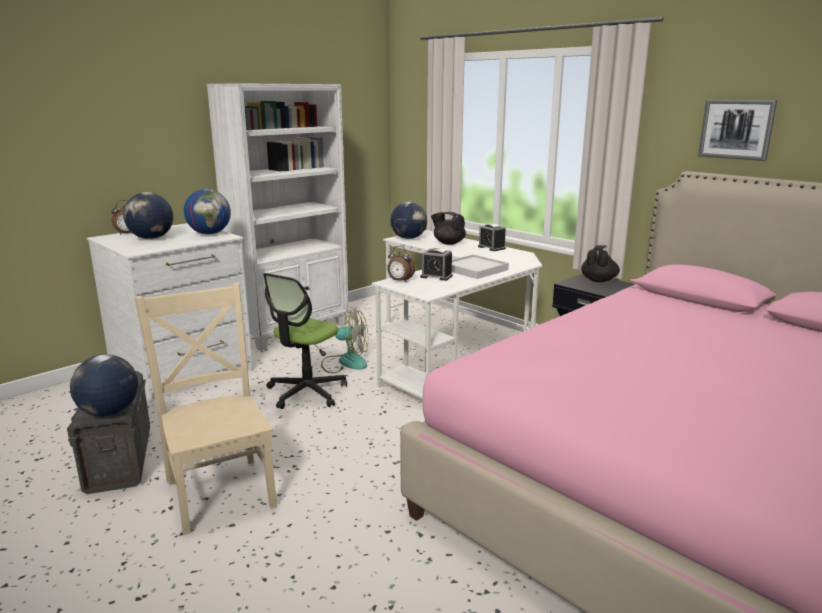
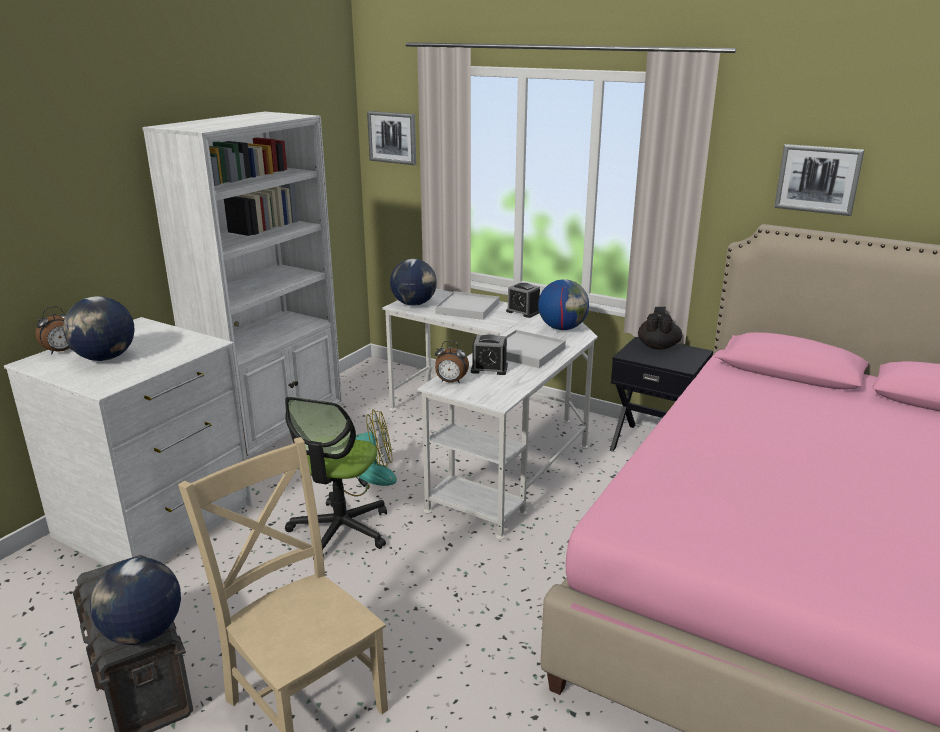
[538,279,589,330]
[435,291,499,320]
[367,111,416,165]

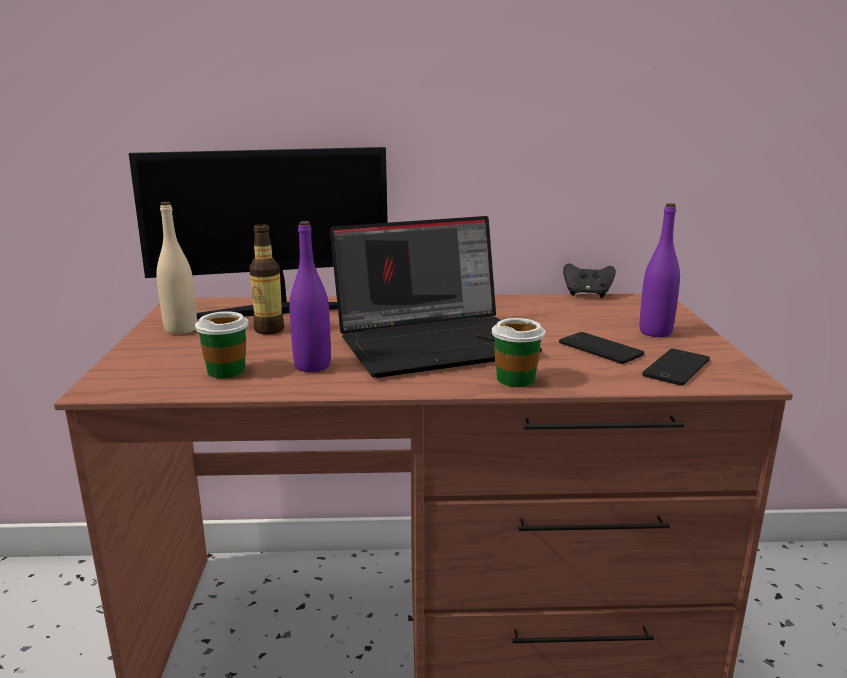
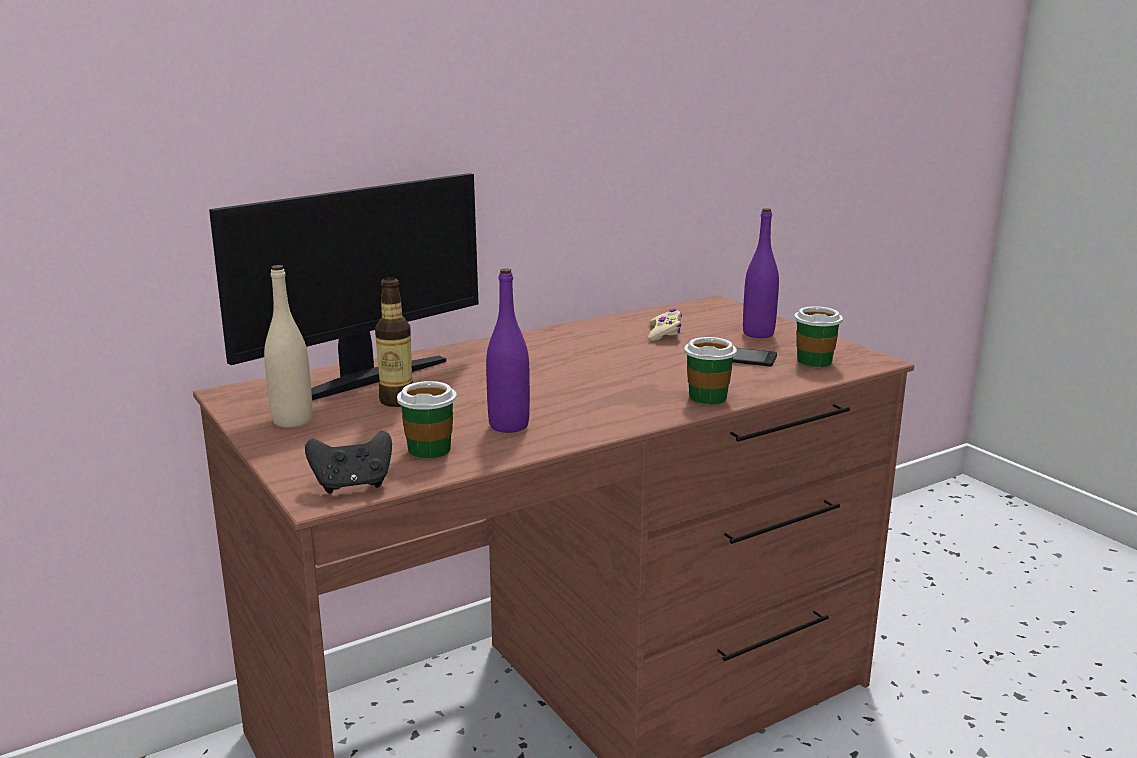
[330,216,542,378] (first image)
[305,431,392,494]
[794,306,843,367]
[648,309,682,341]

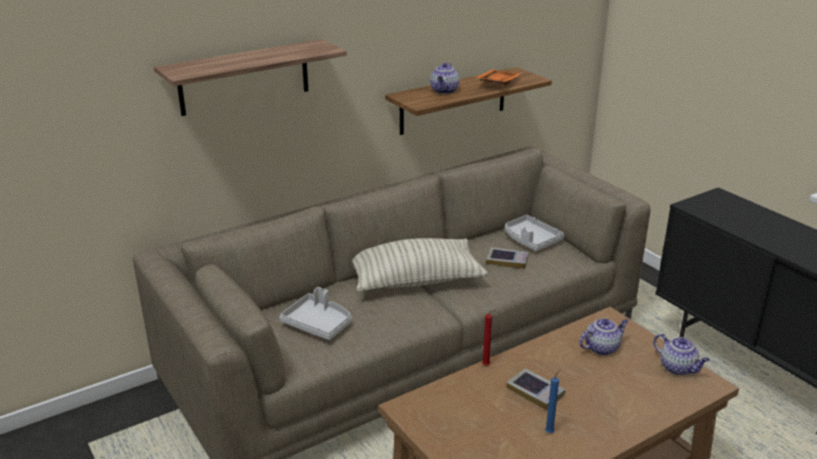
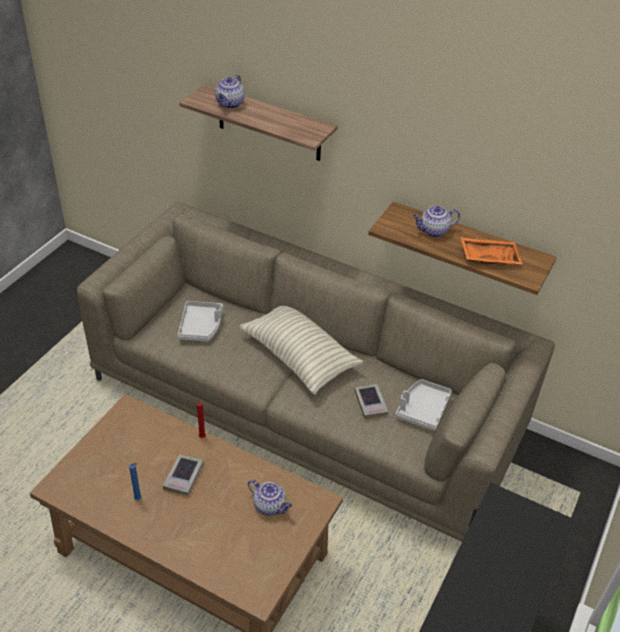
[215,75,245,109]

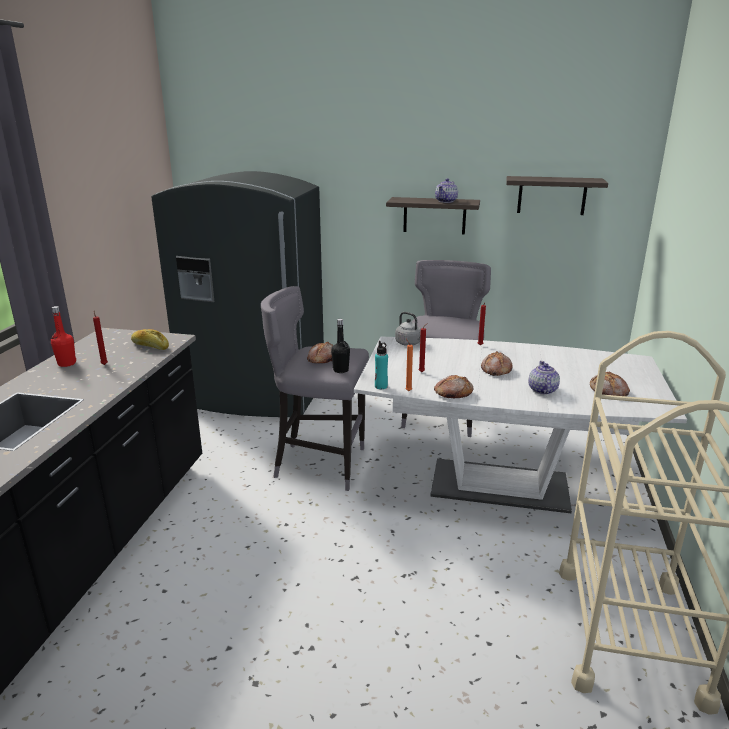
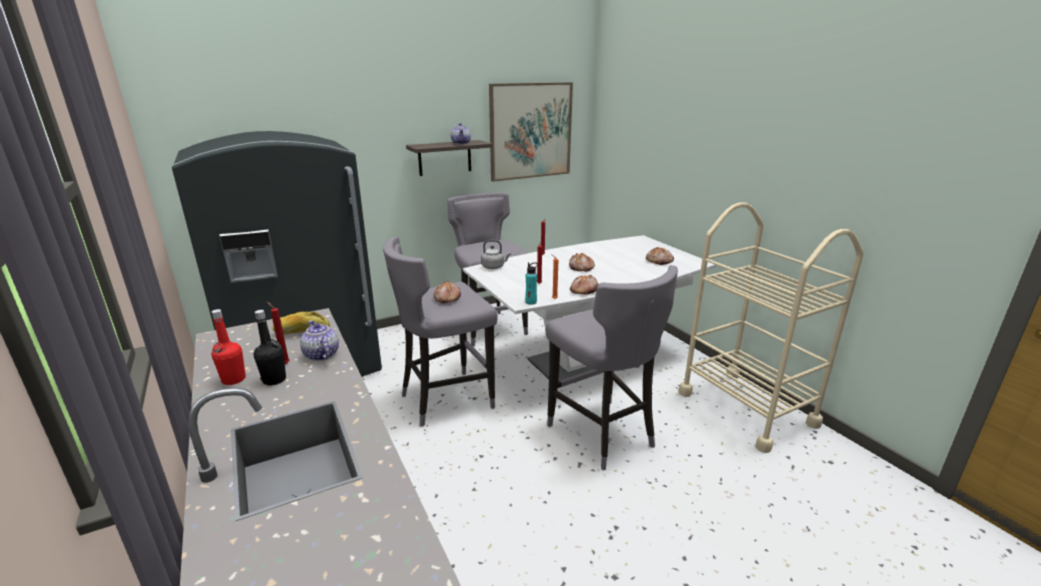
[489,82,573,182]
[254,310,286,385]
[300,320,339,361]
[546,265,678,470]

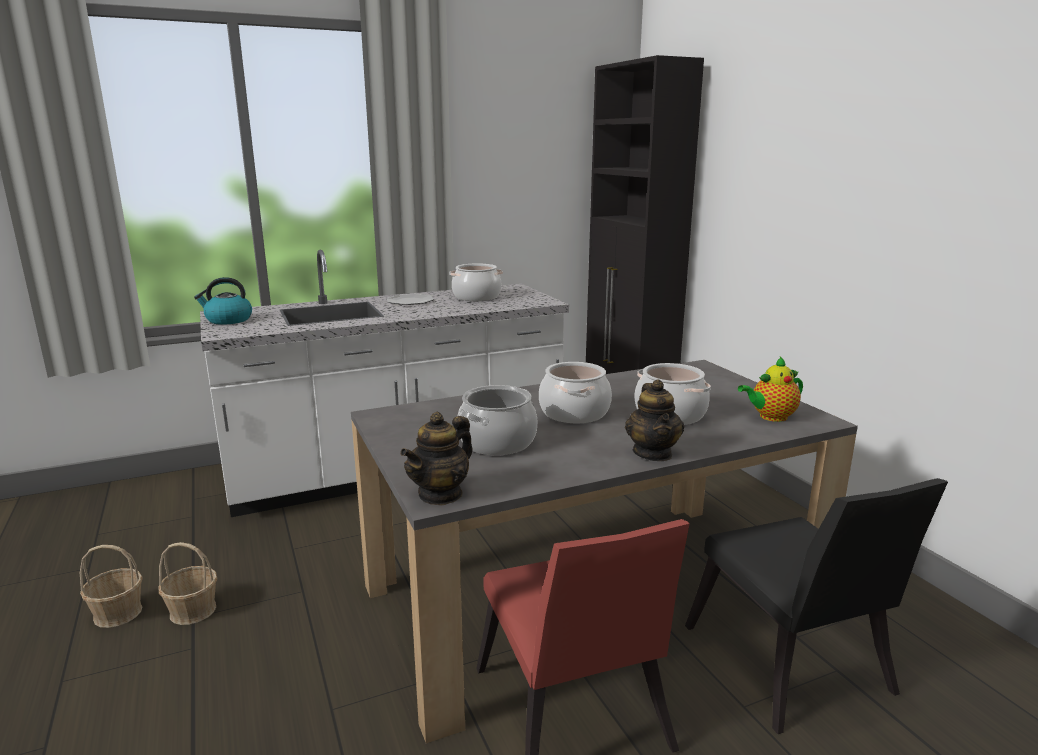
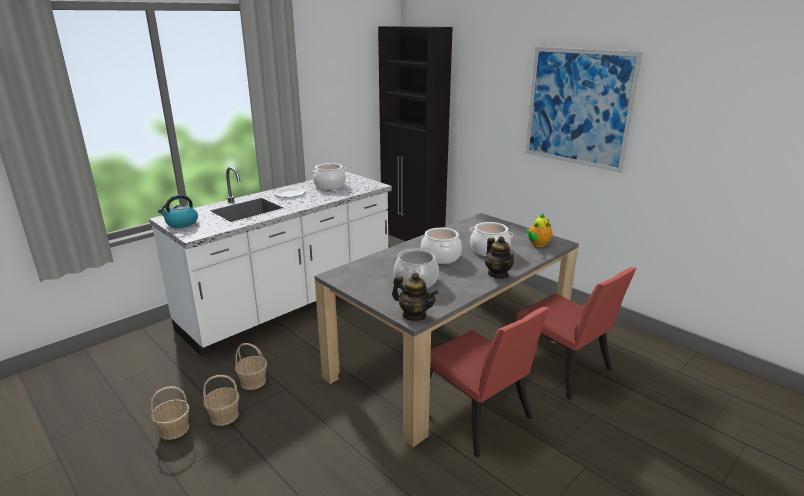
[392,273,438,321]
[517,267,636,400]
[525,47,643,173]
[235,343,267,390]

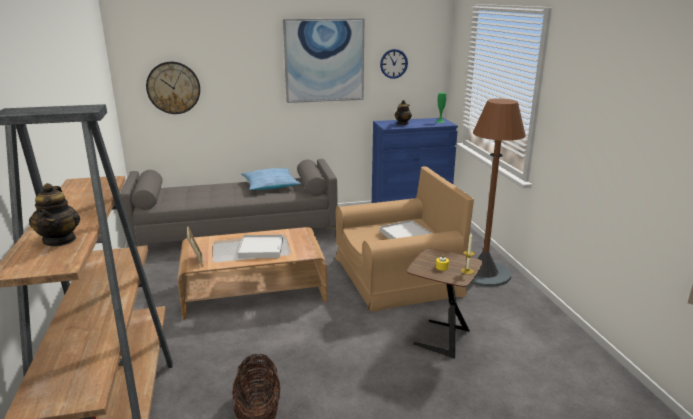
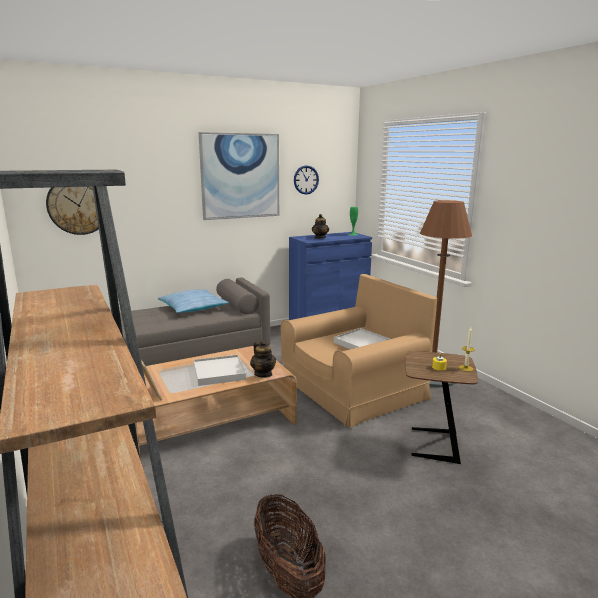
[250,340,276,378]

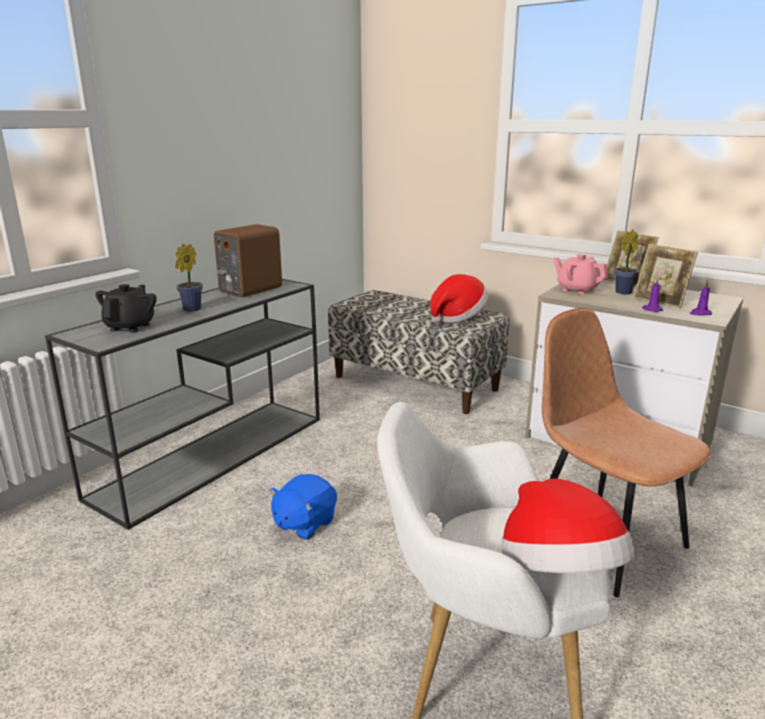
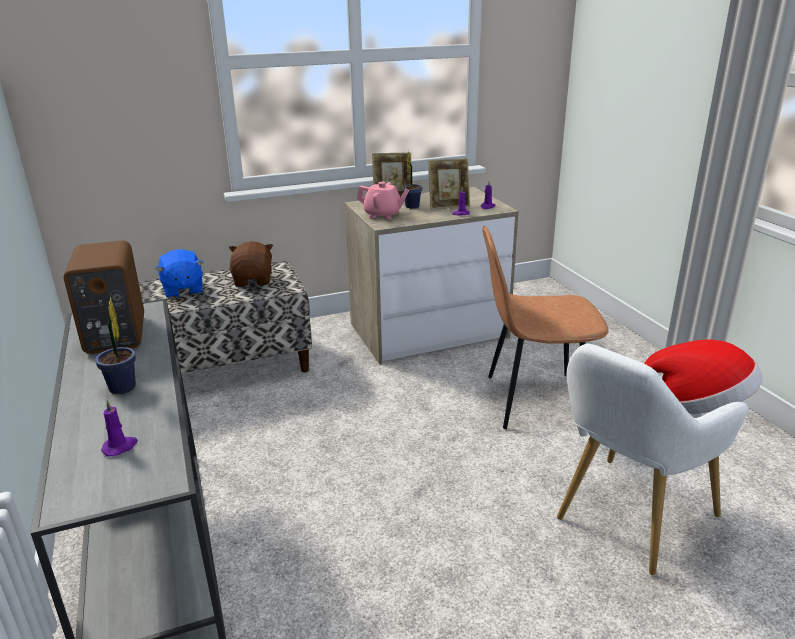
[357,182,409,219]
[229,241,273,287]
[101,400,138,457]
[155,249,204,298]

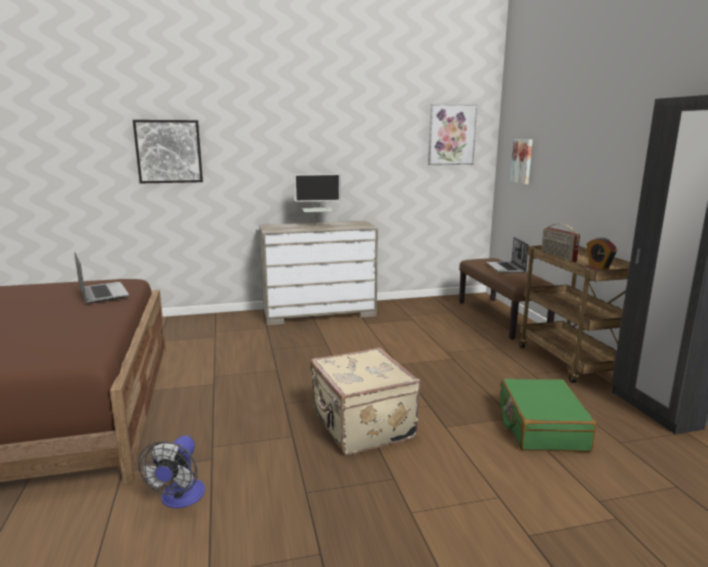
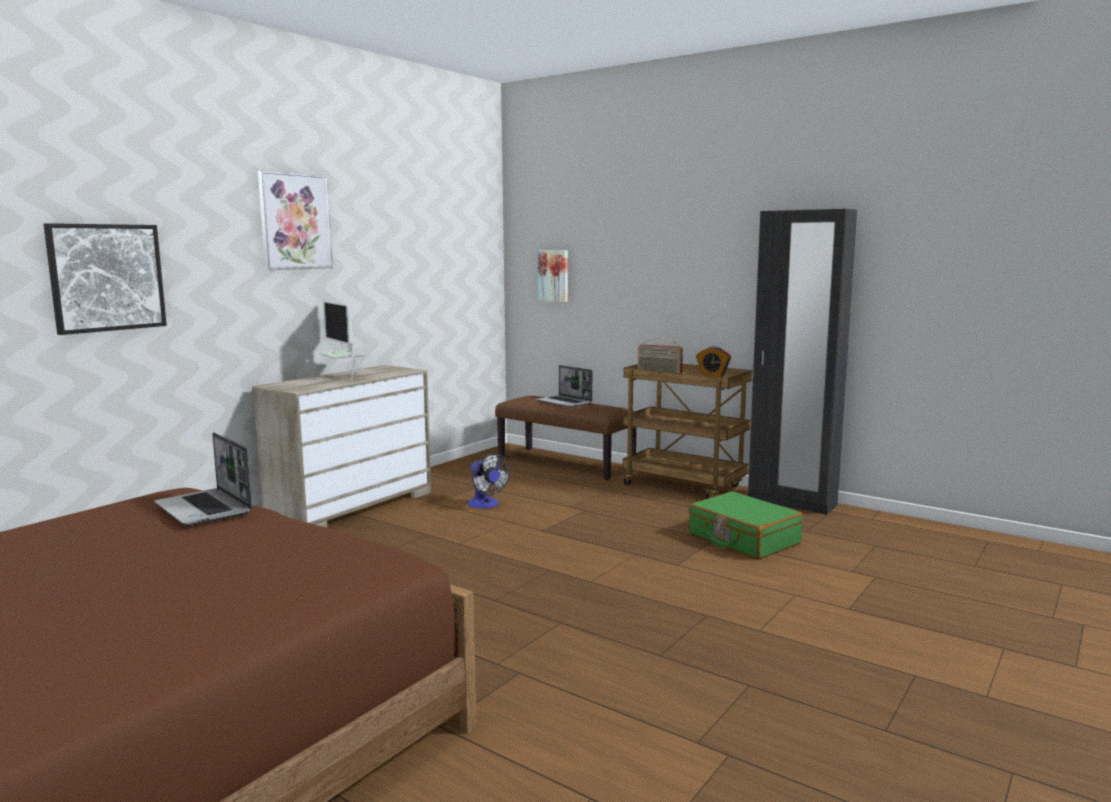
[258,171,333,270]
[318,301,365,380]
[154,432,252,525]
[311,348,420,455] (first image)
[468,453,510,509]

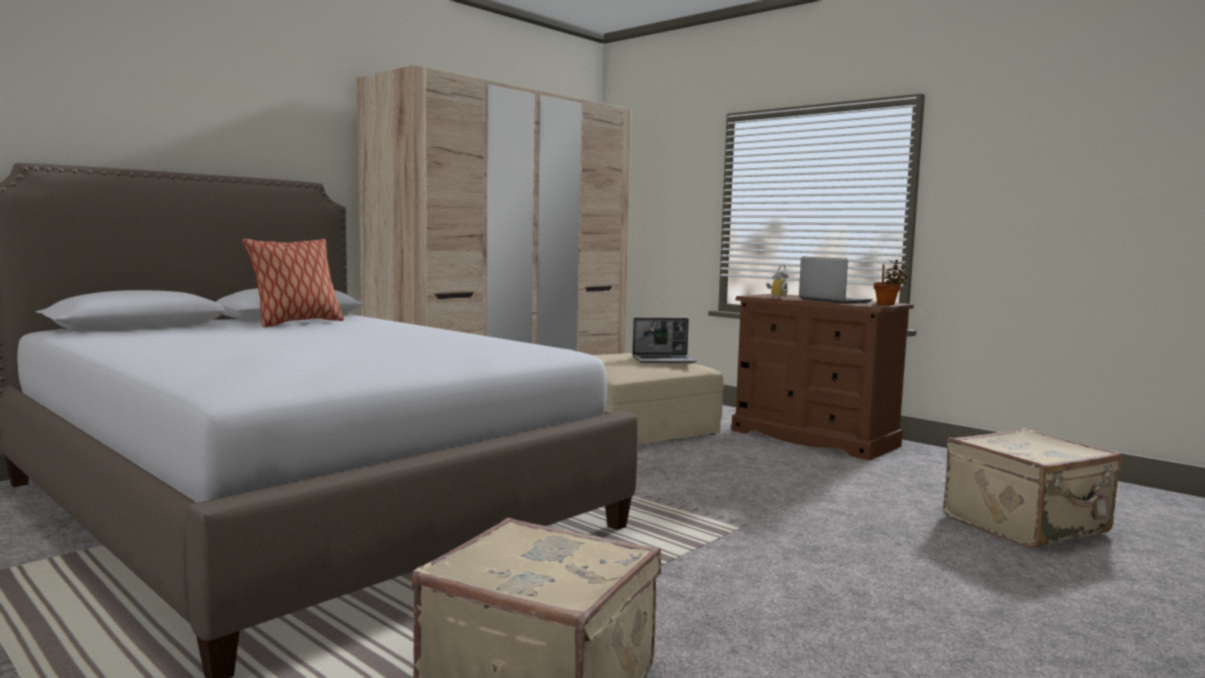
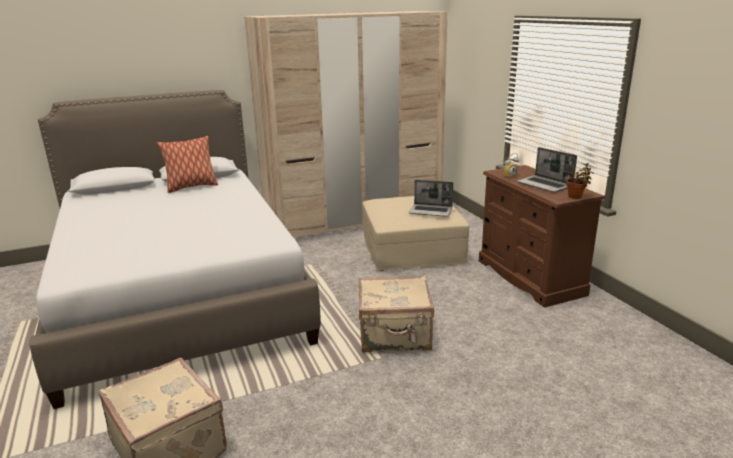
[517,147,577,192]
[359,276,434,352]

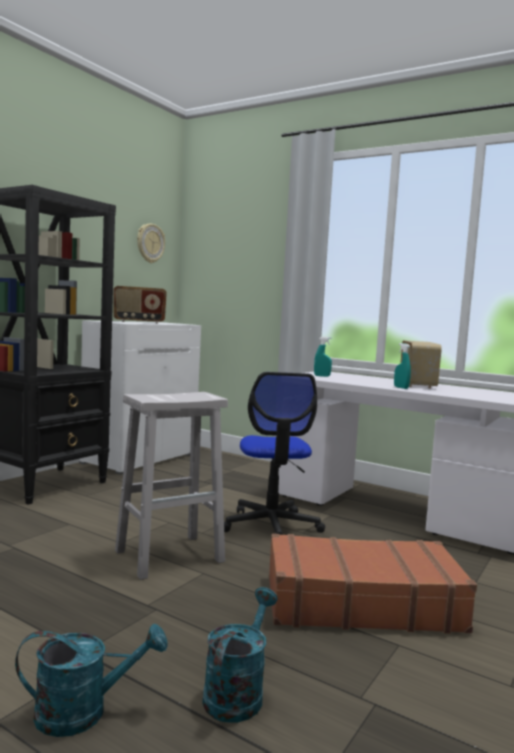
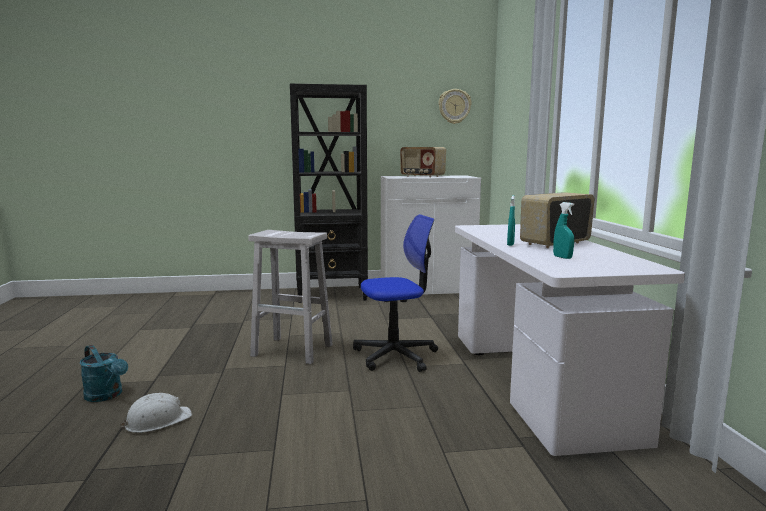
[553,202,574,259]
[353,214,438,372]
[269,534,477,634] (first image)
[120,393,192,433]

